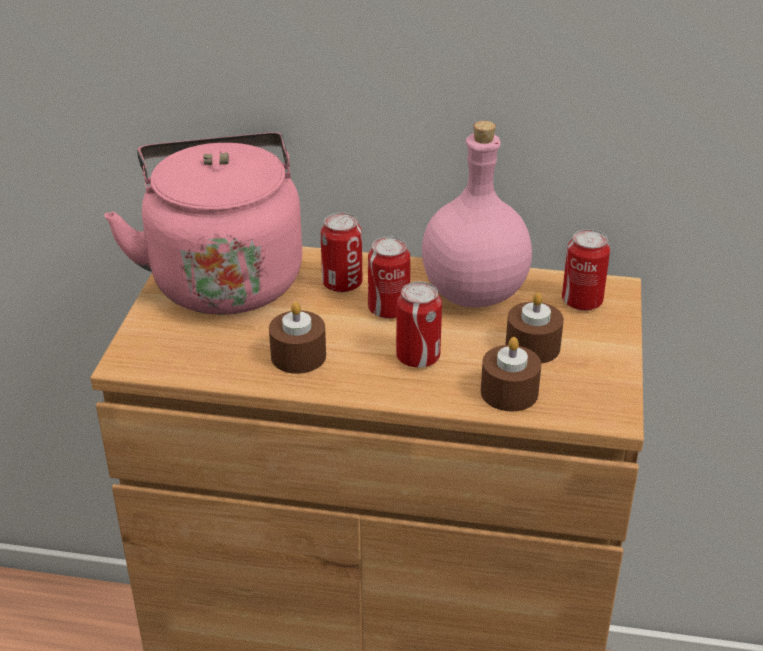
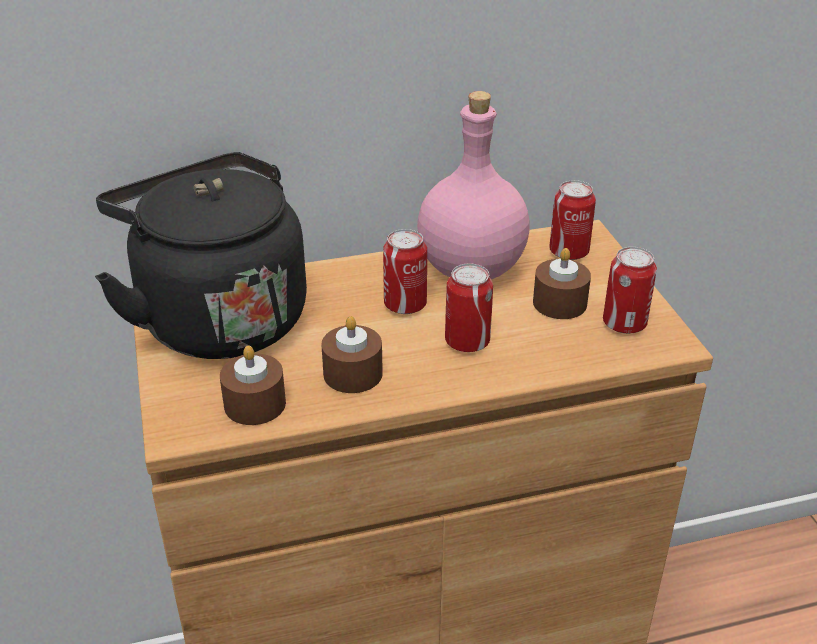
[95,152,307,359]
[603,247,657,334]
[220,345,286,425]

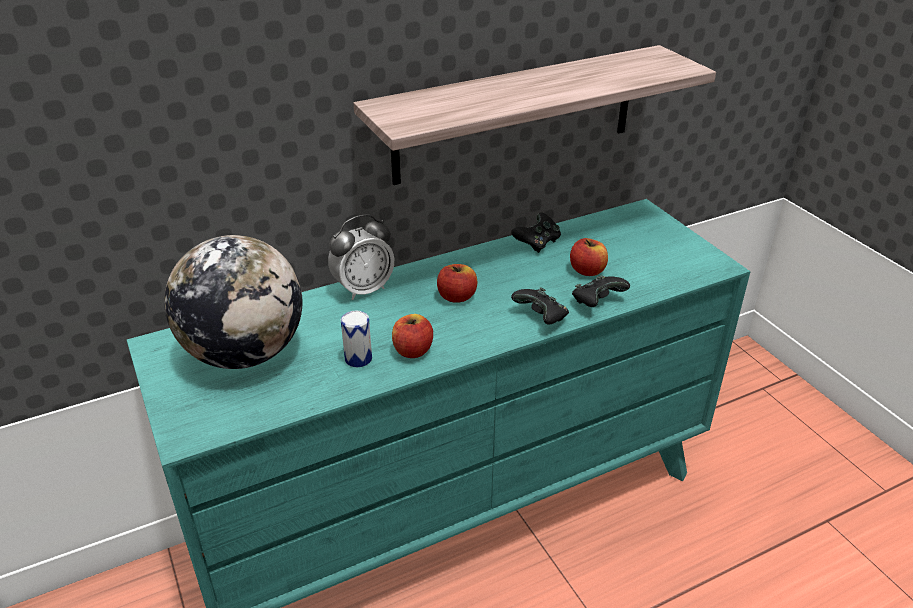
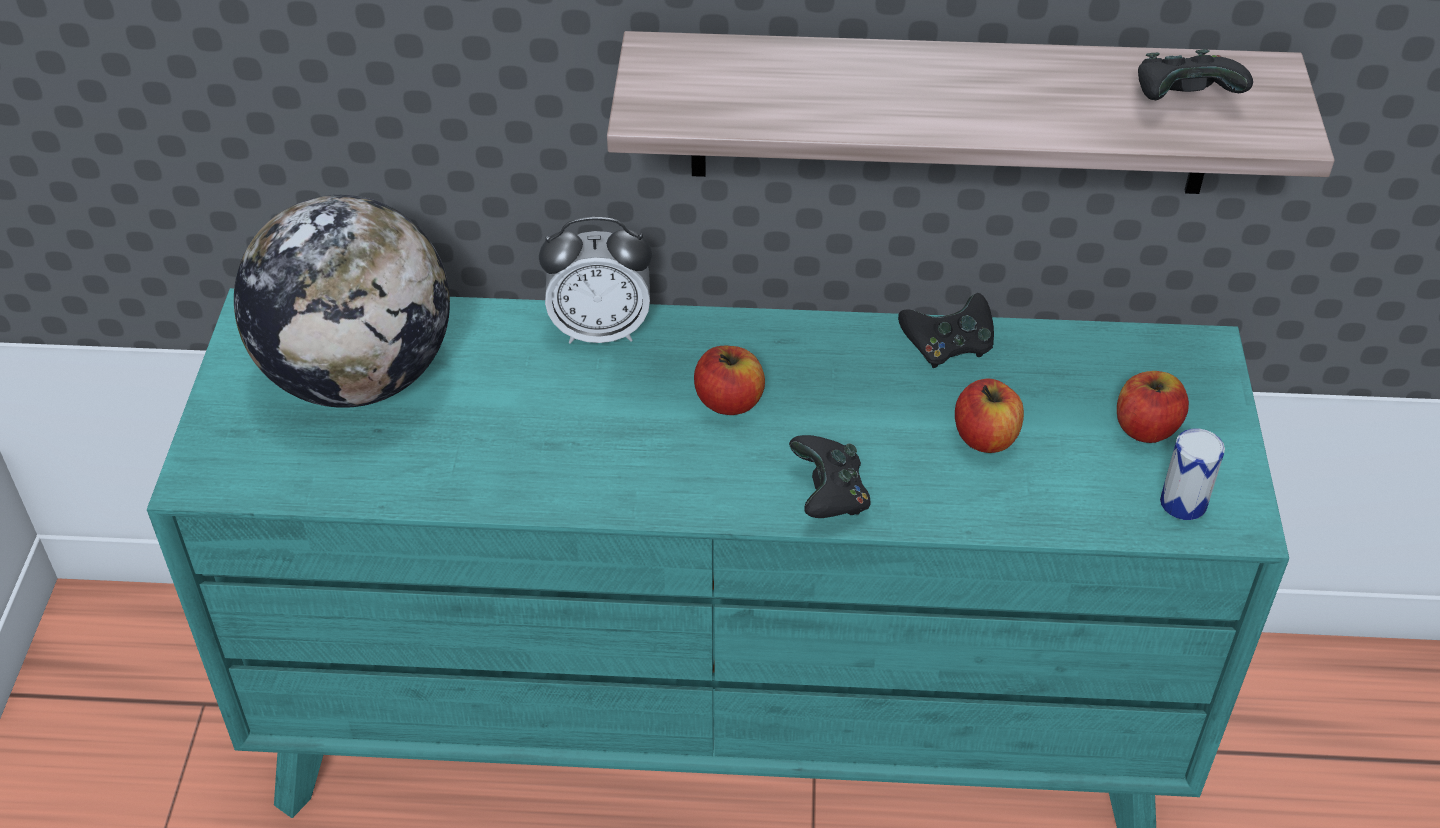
[1138,50,1253,100]
[1160,429,1225,520]
[1117,371,1189,443]

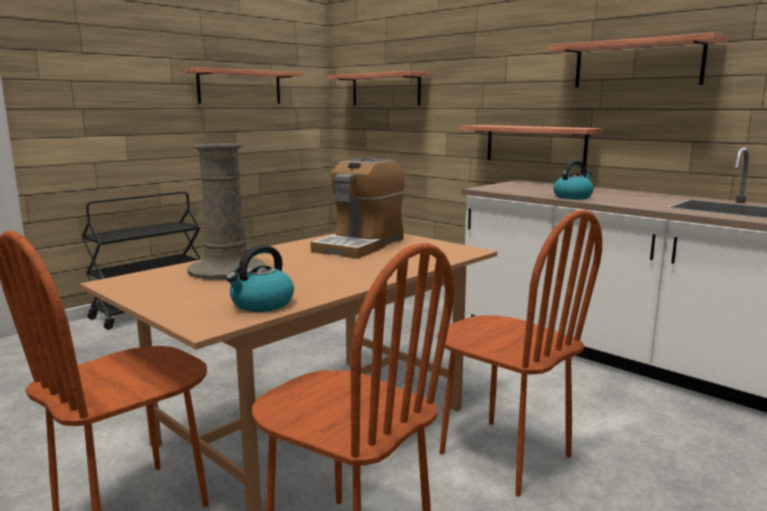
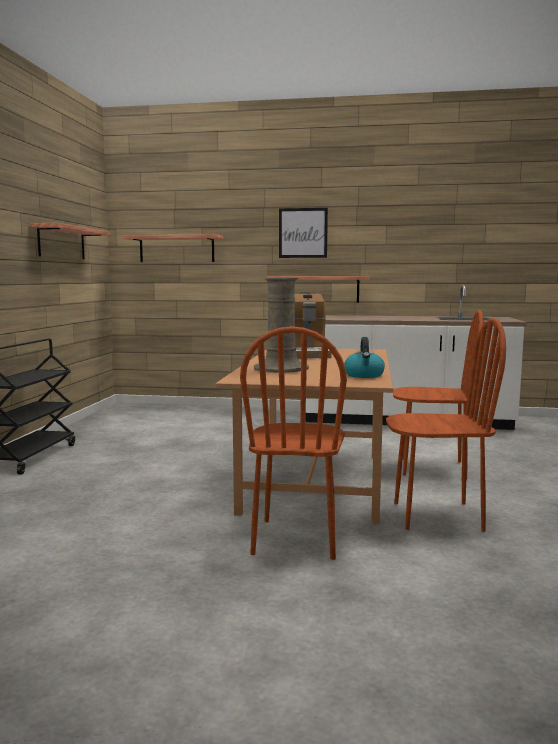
[547,32,728,88] (first image)
[553,160,594,199] (first image)
[279,208,328,258]

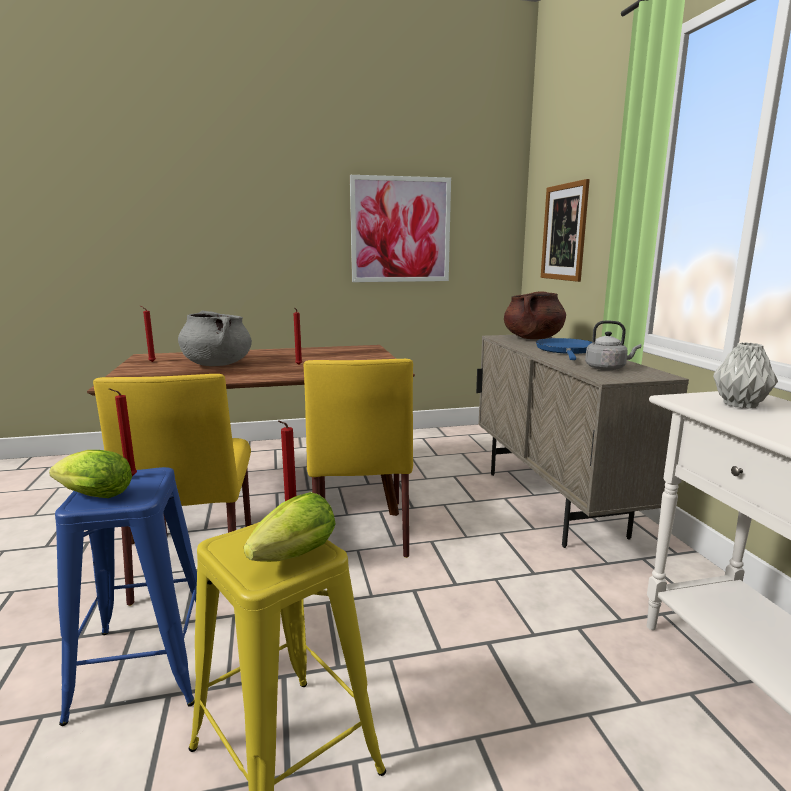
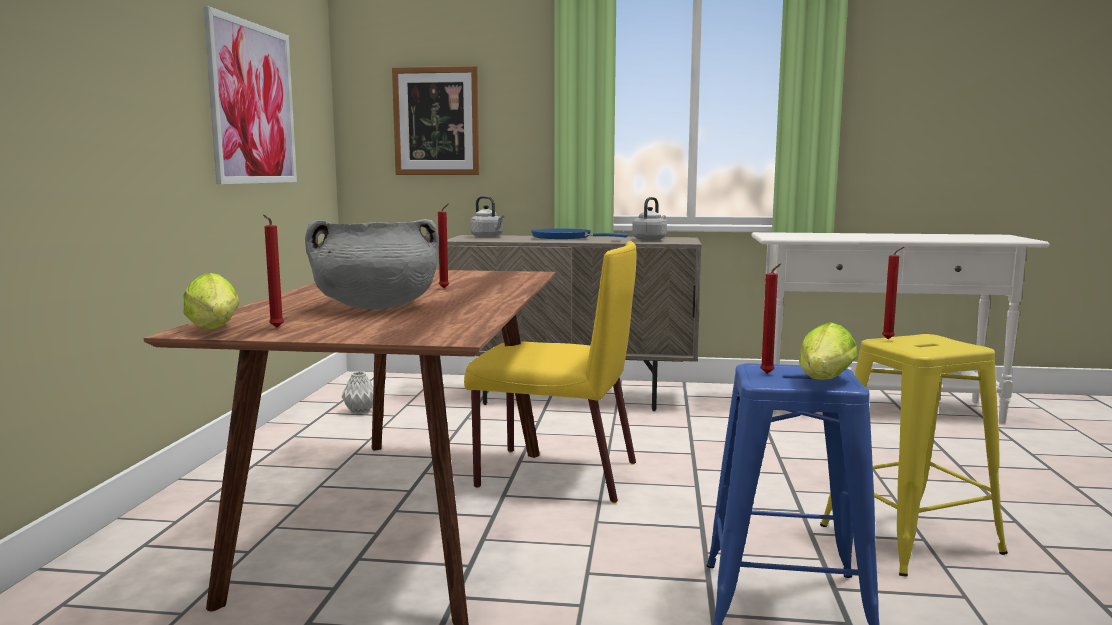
[470,196,504,238]
[341,372,373,414]
[93,374,251,606] (first image)
[184,273,240,330]

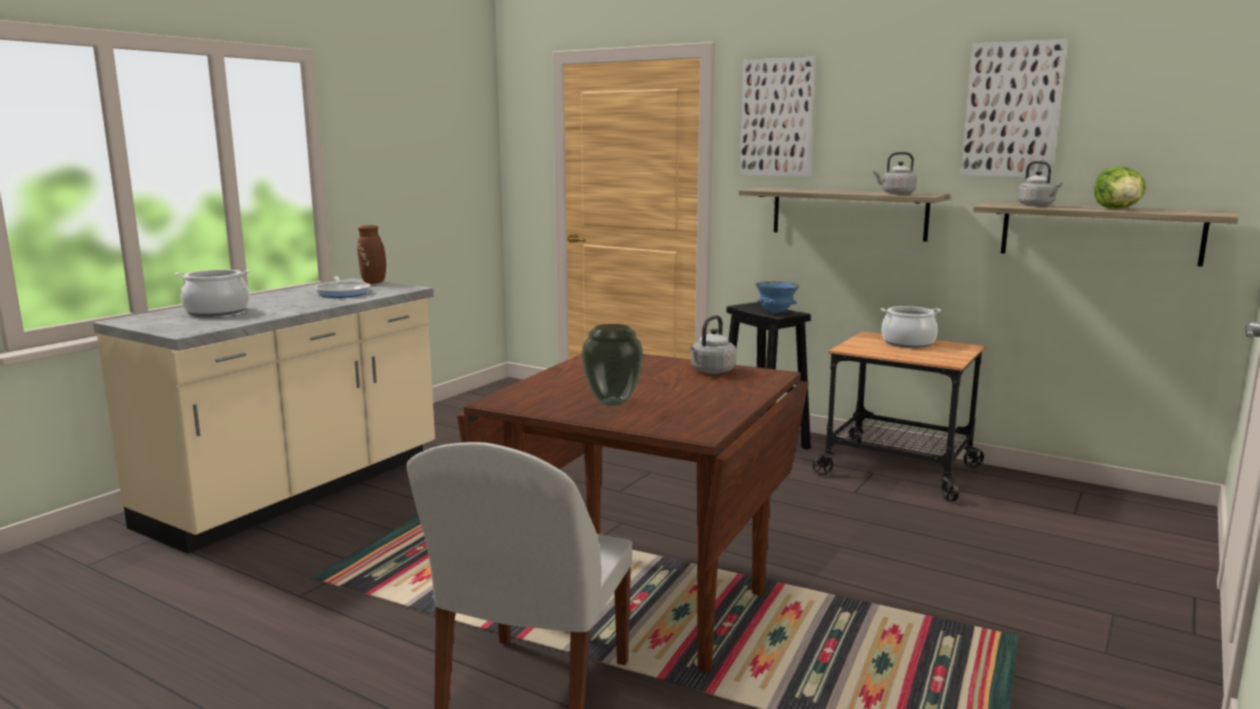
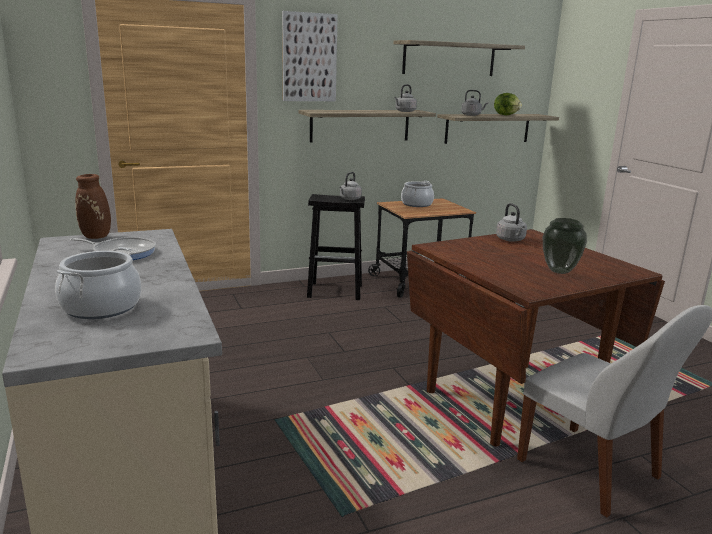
[393,40,525,76]
[340,172,362,200]

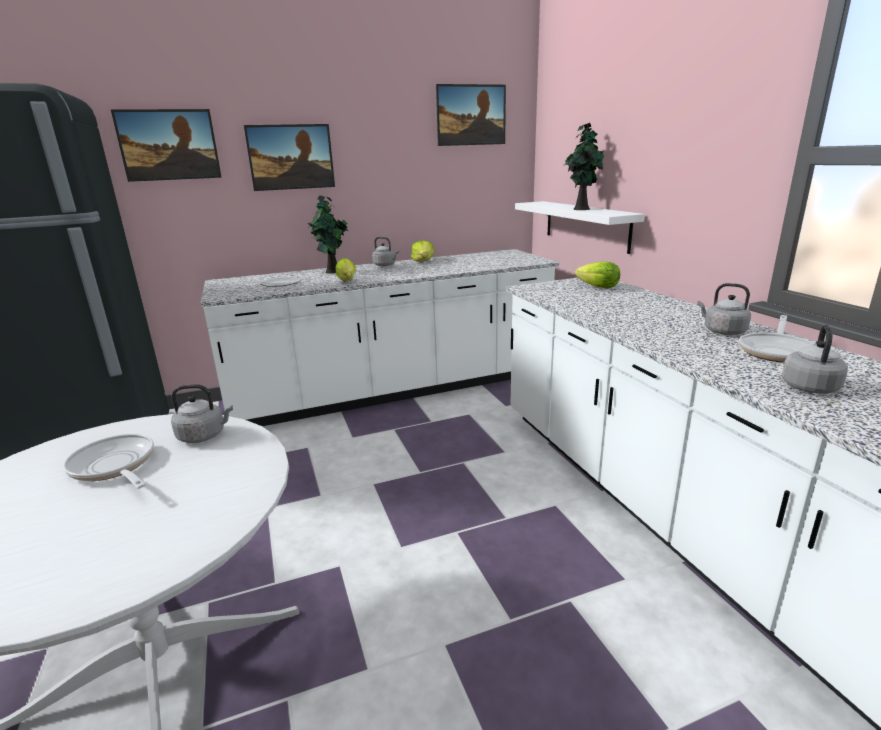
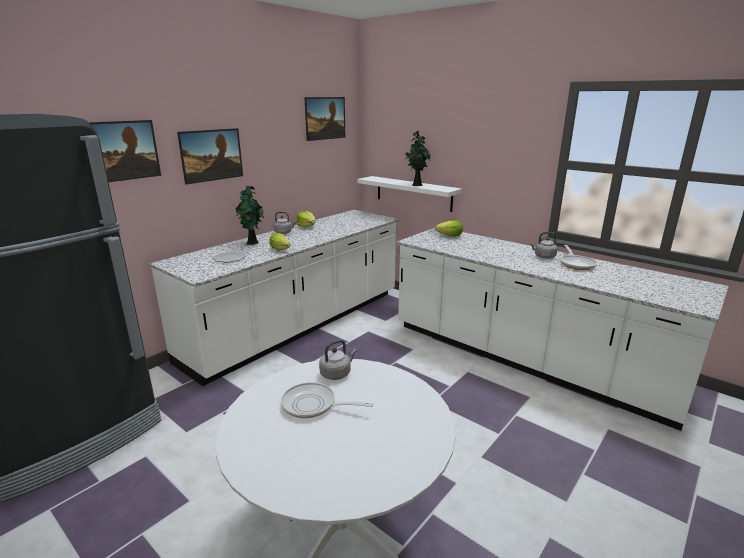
[782,325,848,394] (first image)

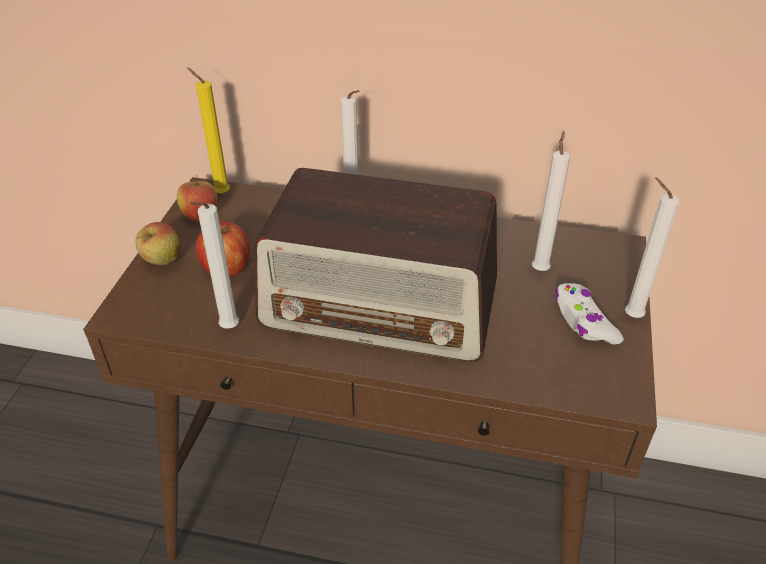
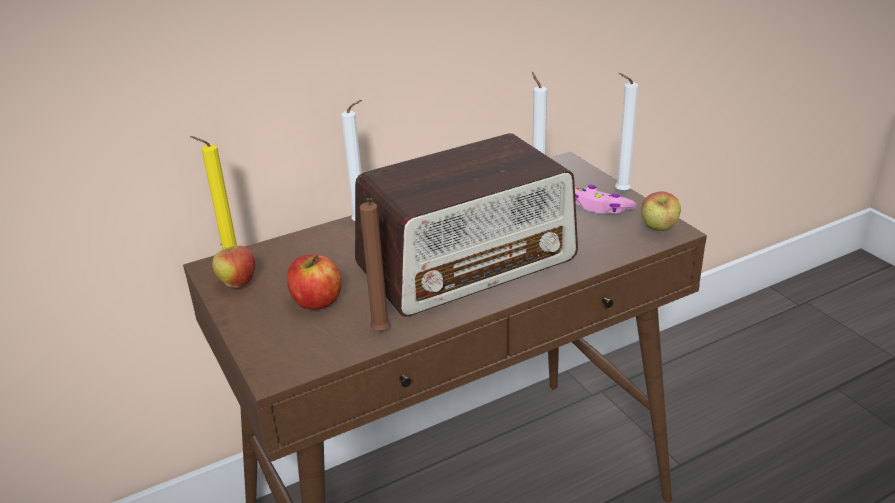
[359,198,390,332]
[641,191,681,231]
[575,185,637,214]

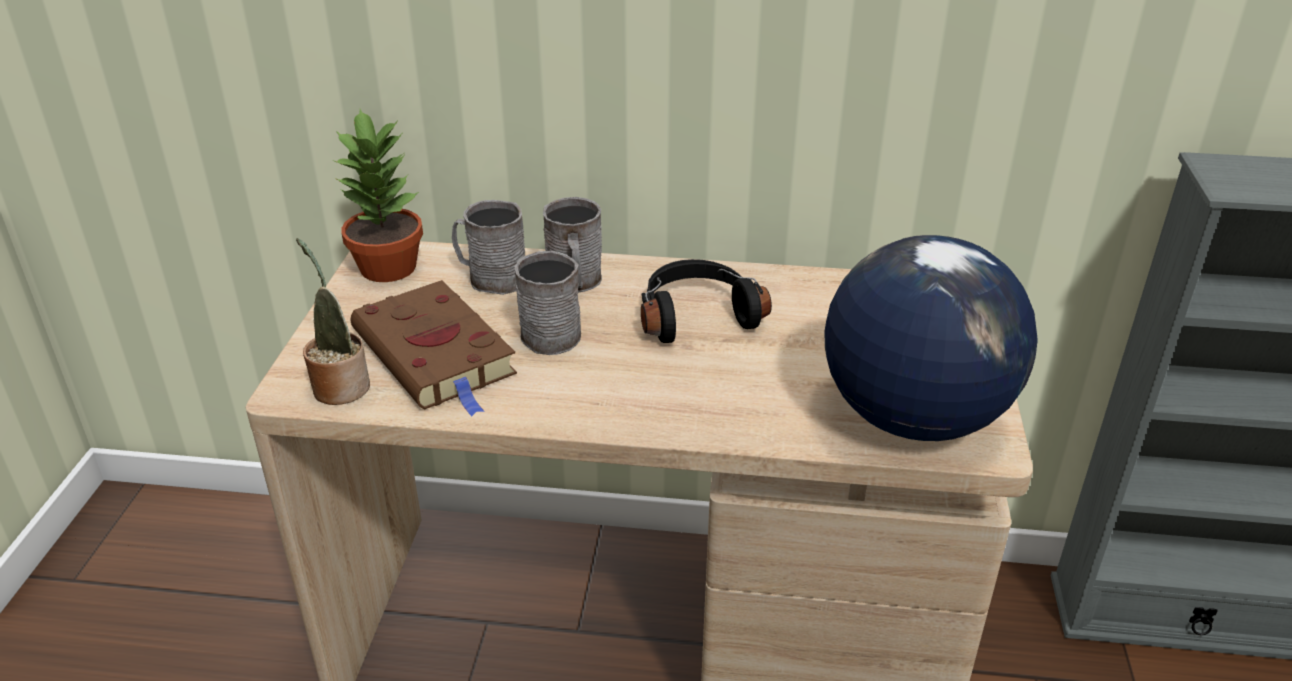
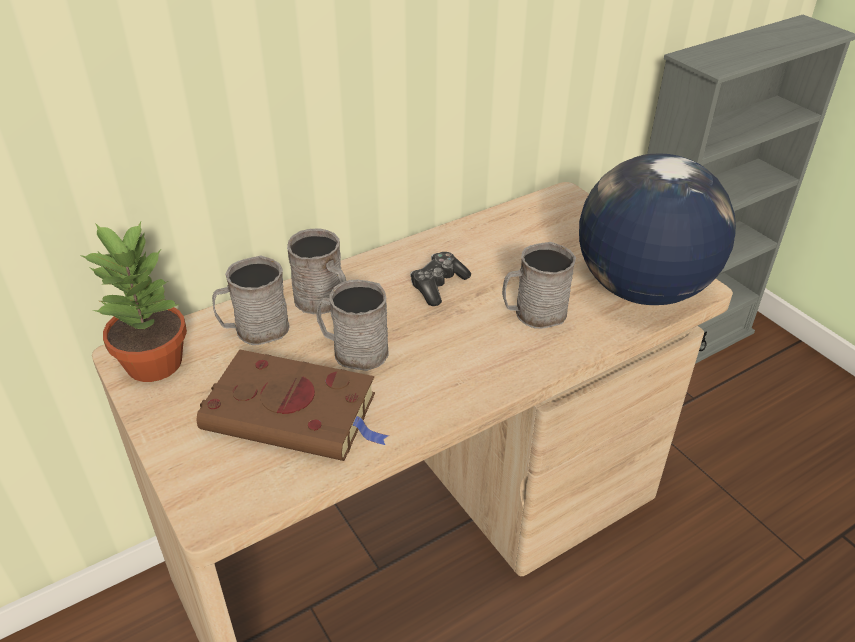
[296,238,370,405] (first image)
[410,252,471,306]
[502,242,576,329]

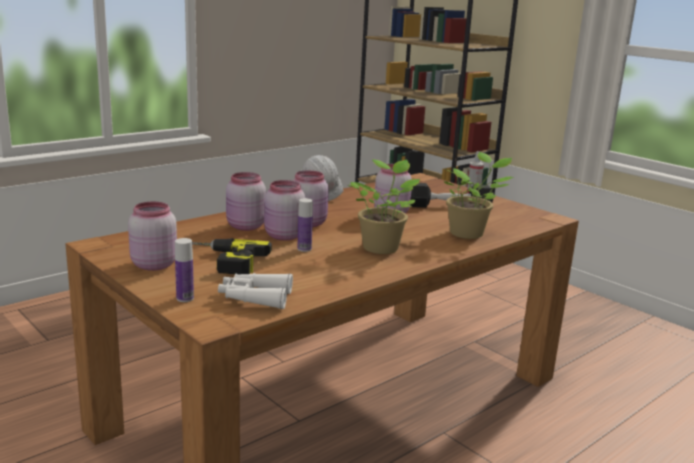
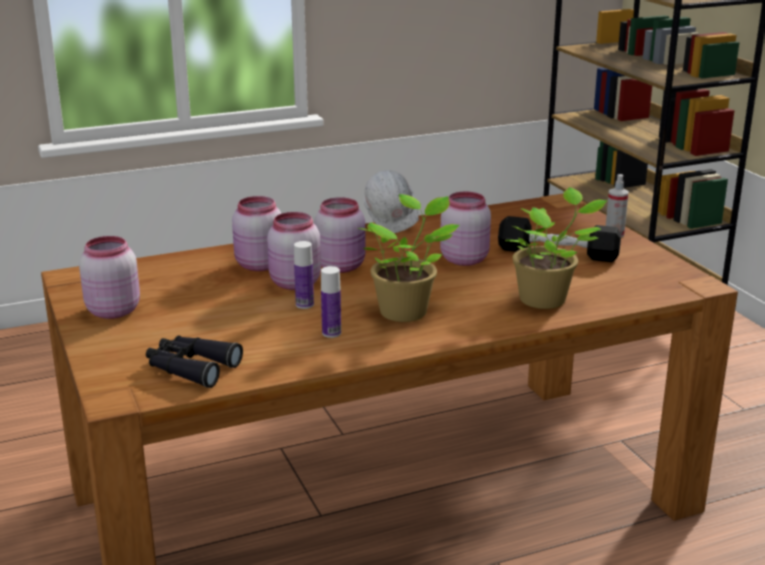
[321,266,341,338]
[192,238,272,274] (first image)
[146,335,243,388]

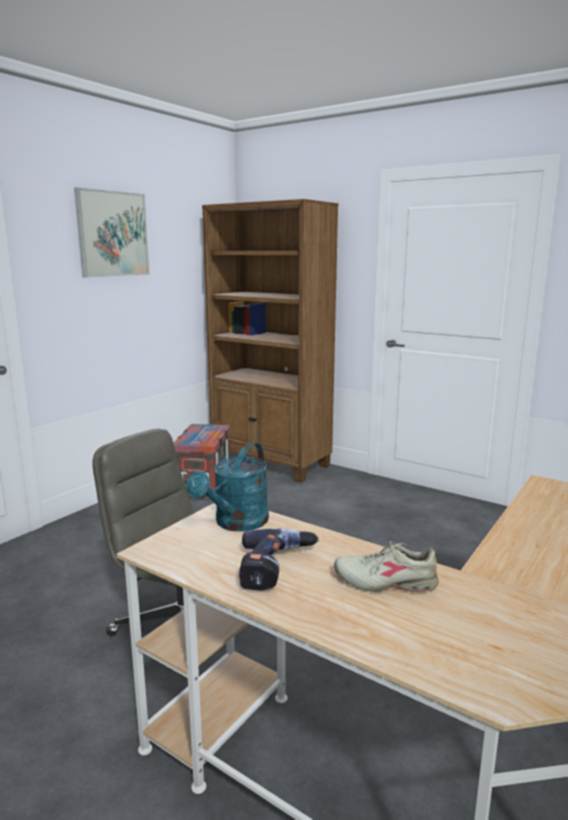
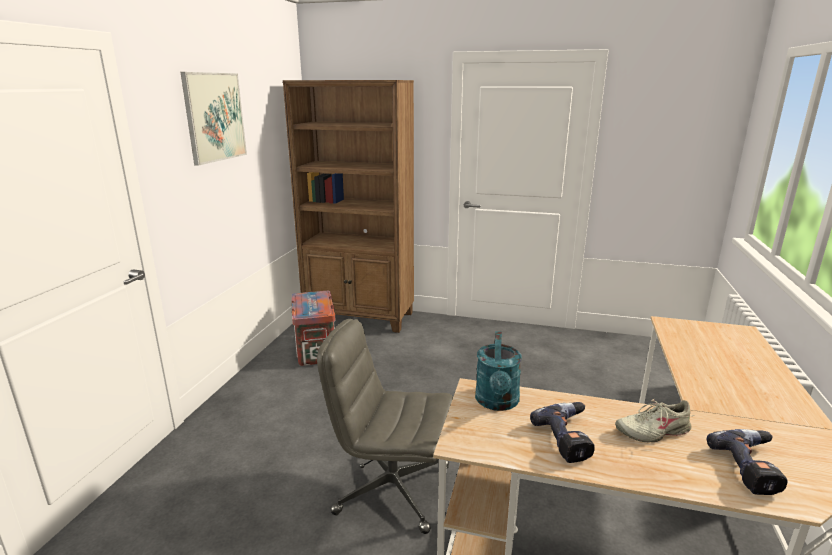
[707,429,787,495]

